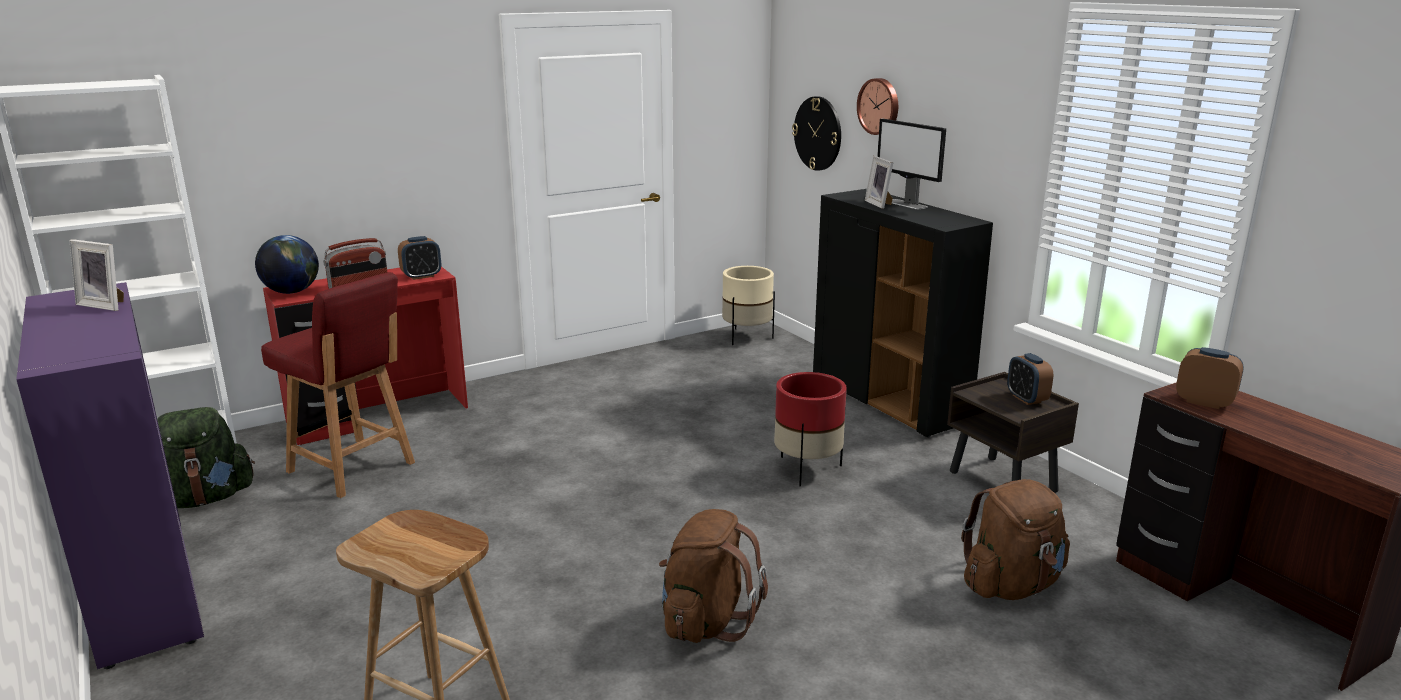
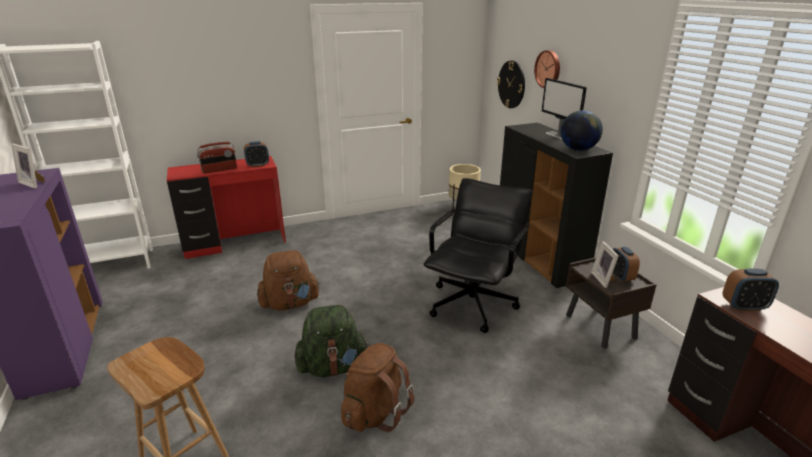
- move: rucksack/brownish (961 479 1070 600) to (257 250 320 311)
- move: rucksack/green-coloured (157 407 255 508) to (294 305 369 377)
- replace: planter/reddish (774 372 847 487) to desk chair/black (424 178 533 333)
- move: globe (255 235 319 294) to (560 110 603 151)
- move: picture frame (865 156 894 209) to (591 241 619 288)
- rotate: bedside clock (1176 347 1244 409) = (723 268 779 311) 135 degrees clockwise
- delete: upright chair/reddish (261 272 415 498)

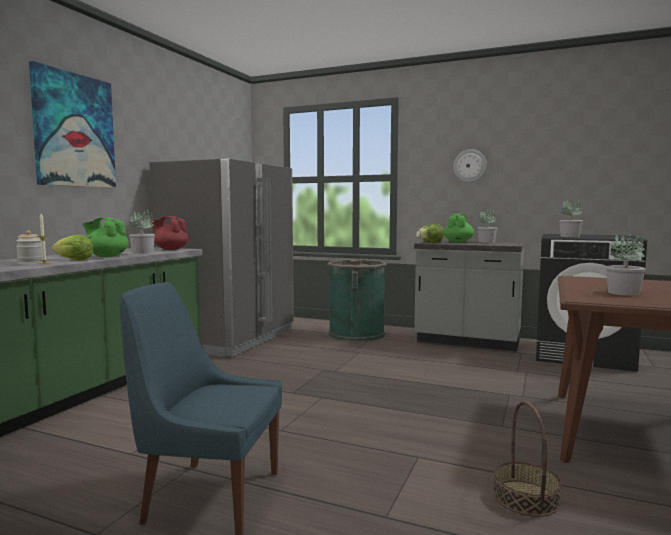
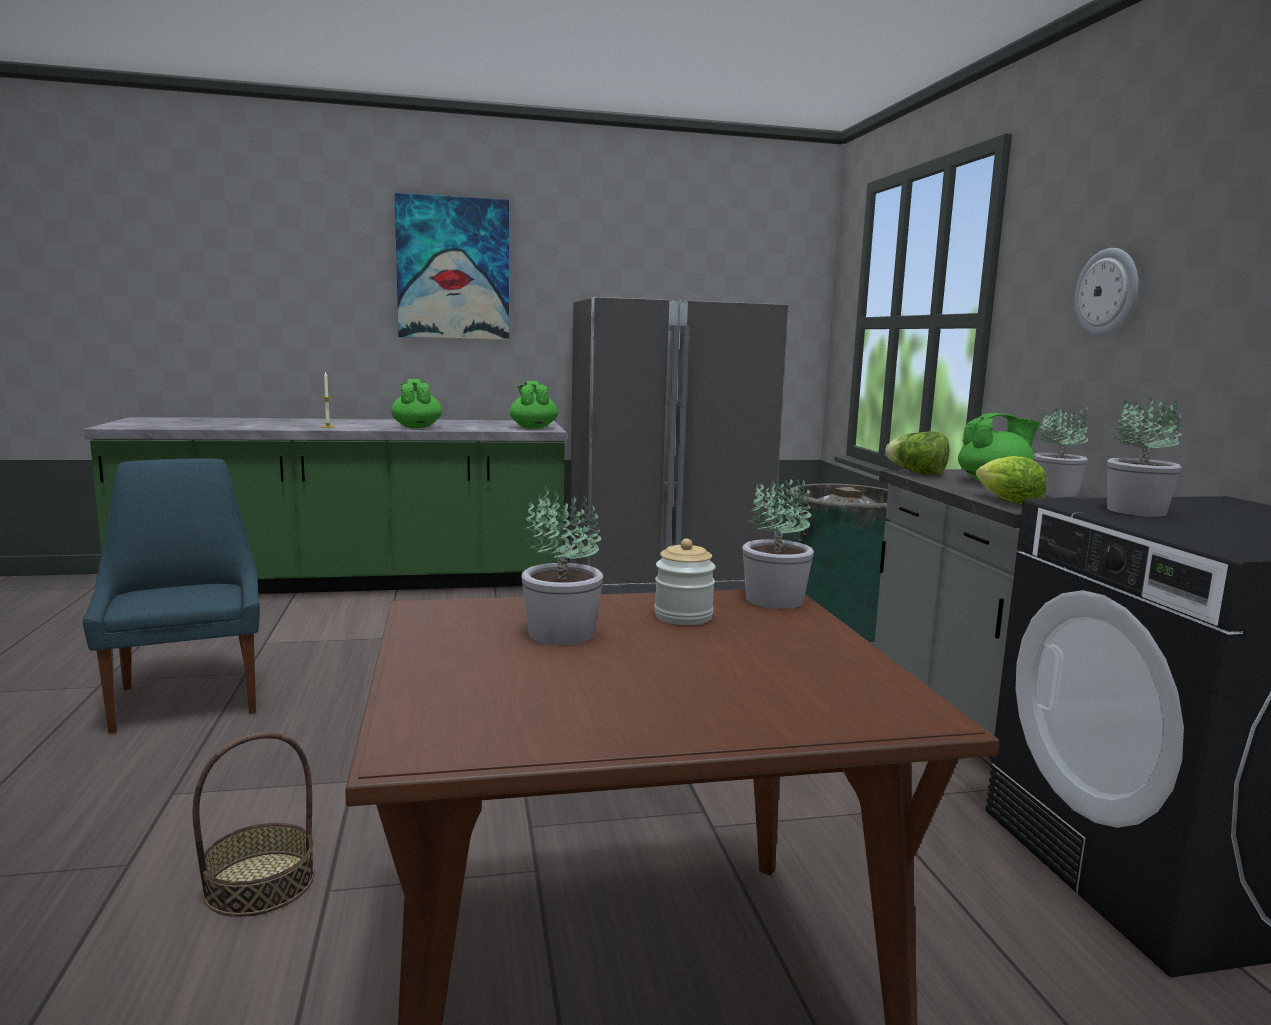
- recolor: tea pot/reddish (150 216 189 250) to tea pot/green-coloured (510 381 558 429)
- move: jar (16 231 42 262) to (654 539 716 625)
- move: plant in a pot (129 209 155 254) to (743 479 814 609)
- move: lettuce (52 235 93 260) to (976 456 1047 505)

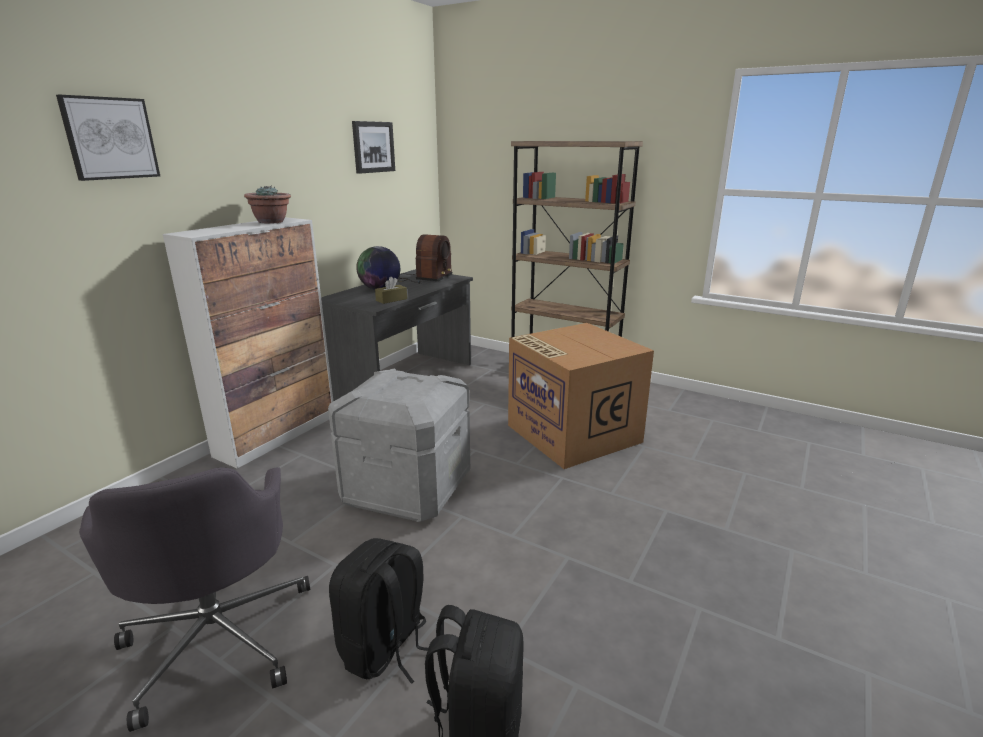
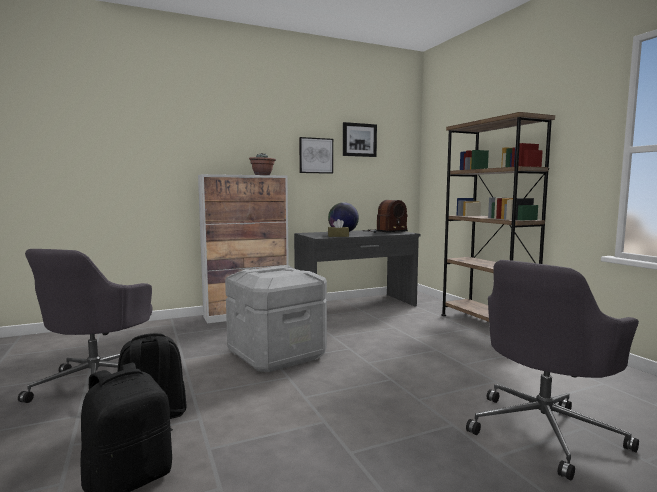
- move: picture (56 94 160 181) to (299 137 333 174)
- insert: desk chair/grey (466 260 639 480)
- delete: packing box (508 323 654 469)

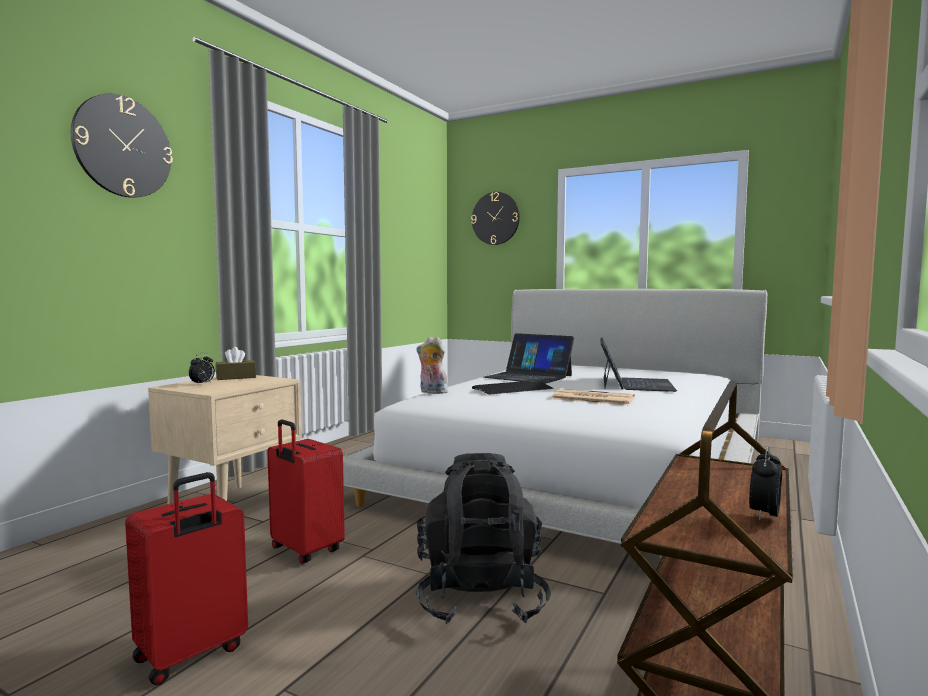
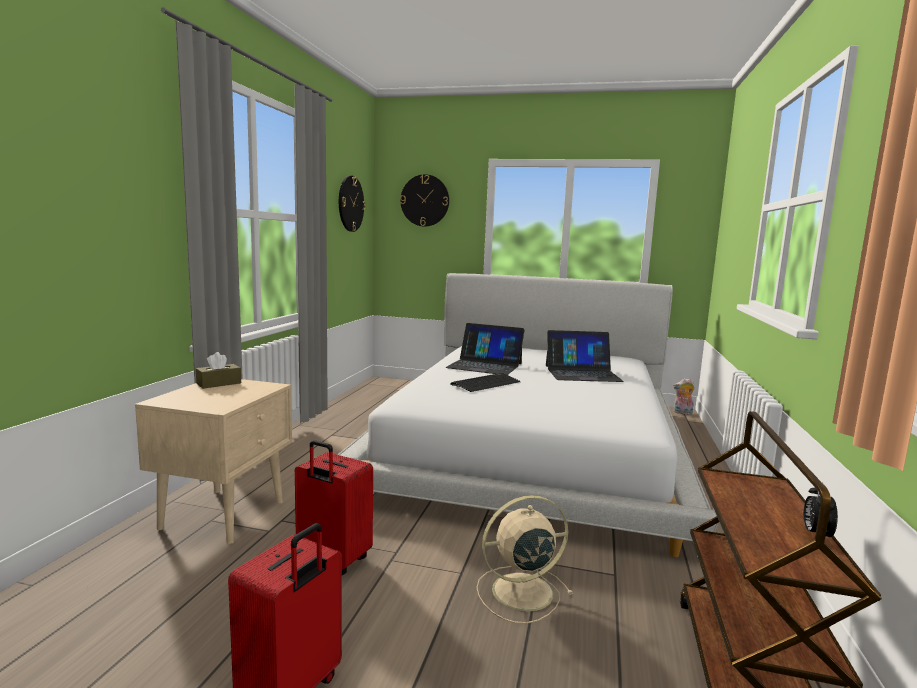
- move: wall clock (71 94 173 198) to (339 176 366 232)
- replace: rucksack/black (416 453 551 624) to cooling fan/beige-coloured (476 495 573 624)
- rotate: laptop (600 337 677 392) = (546 330 624 382) 90 degrees clockwise
- move: cuddly toy (417 337 448 394) to (673 378 695 415)
- delete: bedside clock (189 353 215 385)
- delete: printed paper (552 389 635 405)

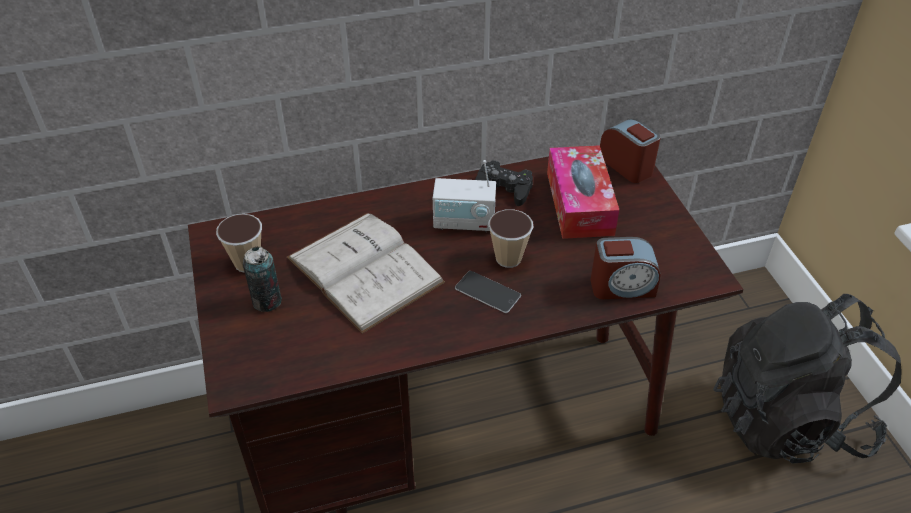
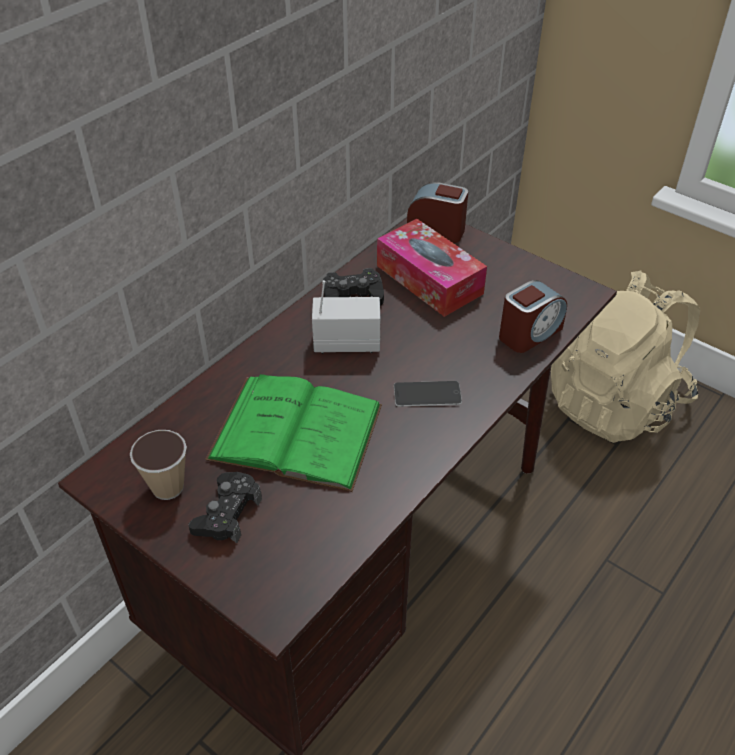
- replace: can (243 247 282 312) to joypad/black (188 472 262 543)
- recolor: book/white-coloured (287 213 445 334) to book/green-coloured (205 374 382 492)
- rotate: radio (433 160 496 232) = (312 280 380 354) 150 degrees counterclockwise
- recolor: rucksack/black (713 294 902 464) to rucksack/beige-coloured (551 270 701 443)
- delete: cup (488 209 533 268)

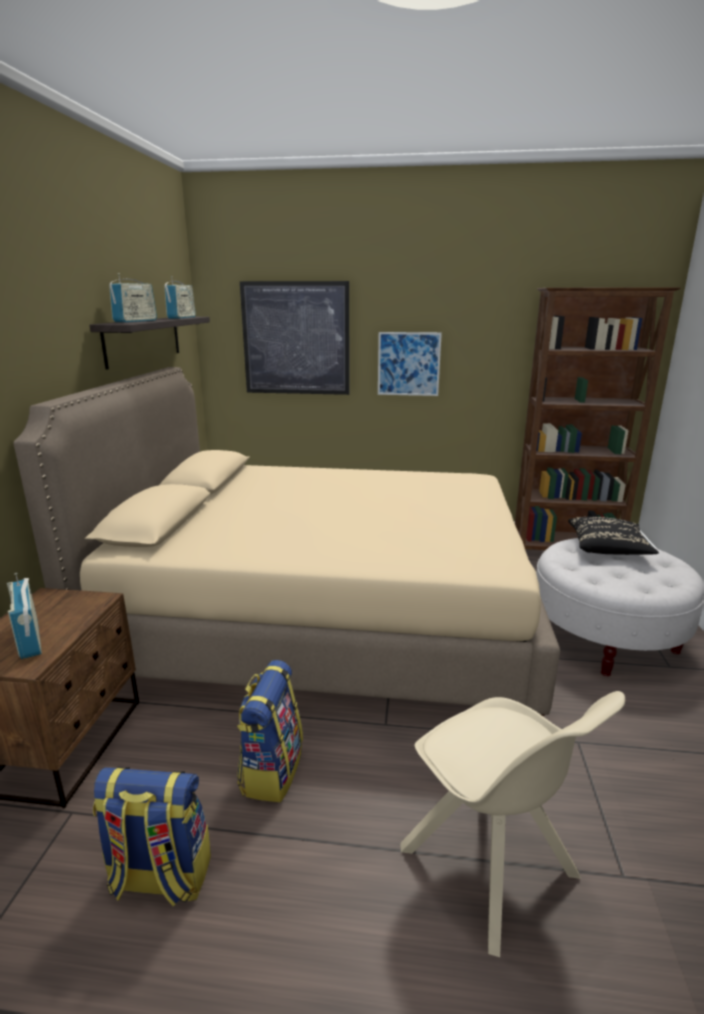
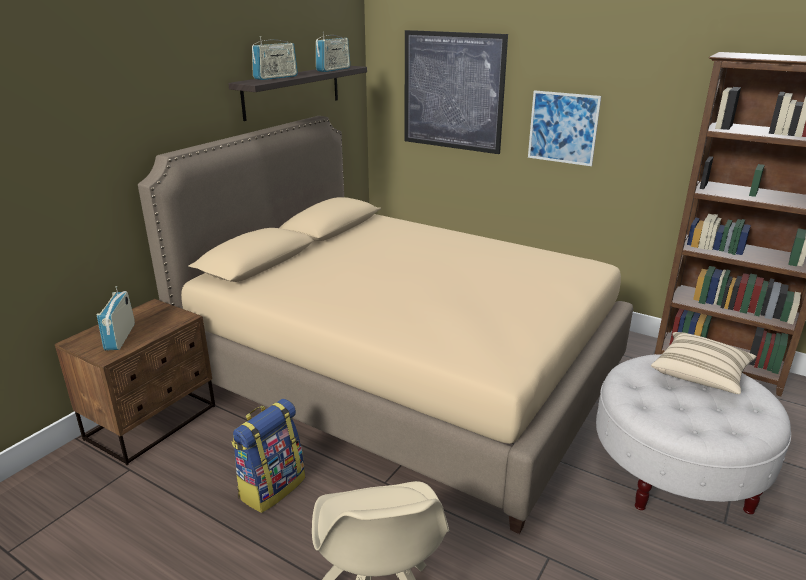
- recolor: pillow/black (568 517 659 555) to pillow/beige-coloured (651 332 756 394)
- delete: rucksack (93 767 211 906)

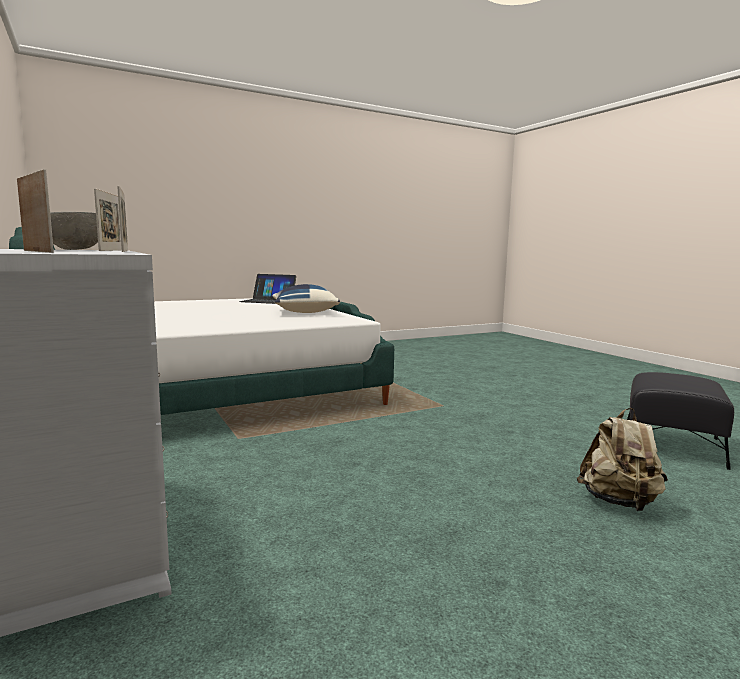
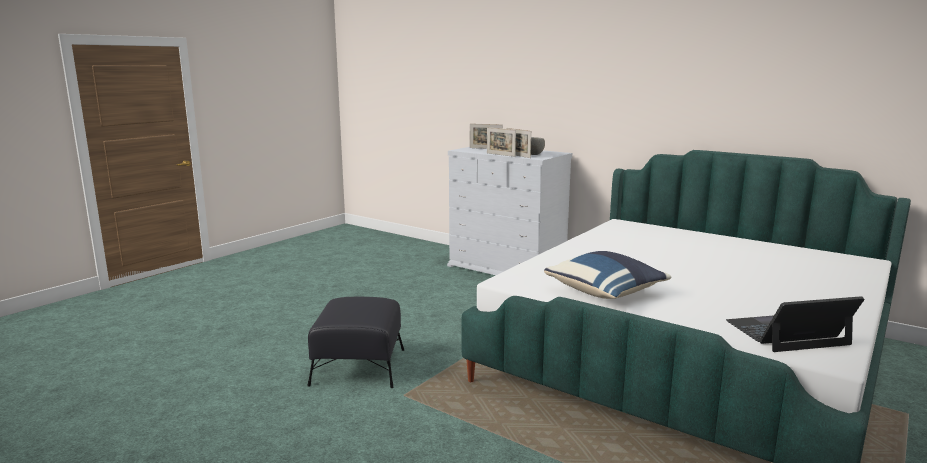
- move: pouffe/black (627 372 734 470) to (307 297 404 388)
- delete: rucksack/beige-coloured (577 408 668 511)

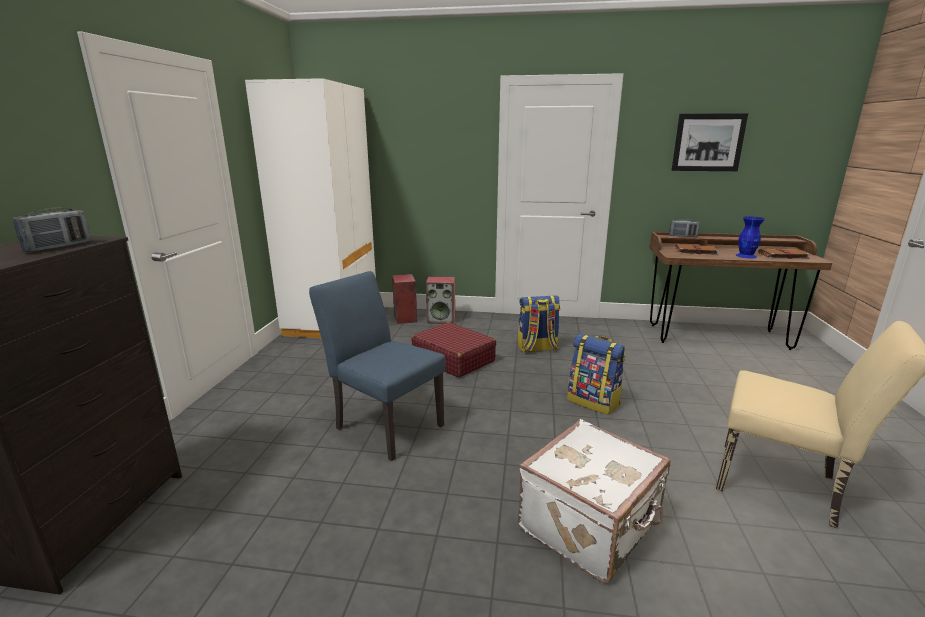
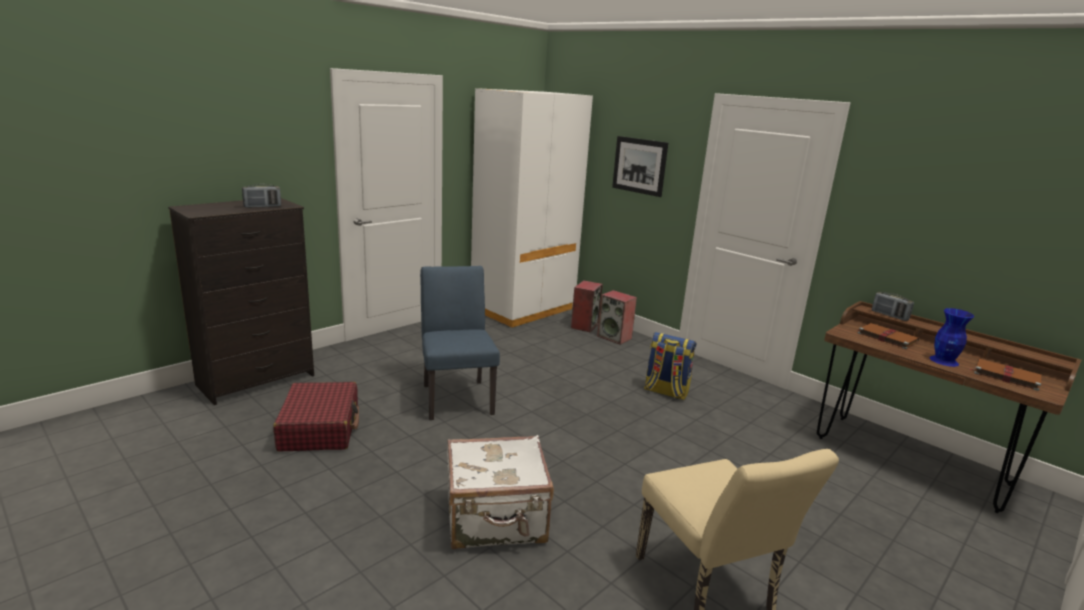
- move: piece of luggage/reddish (412 322 496 378) to (273 382 359 452)
- move: picture (672 113 748 171) to (612 136 668 197)
- delete: rucksack (567 334 625 415)

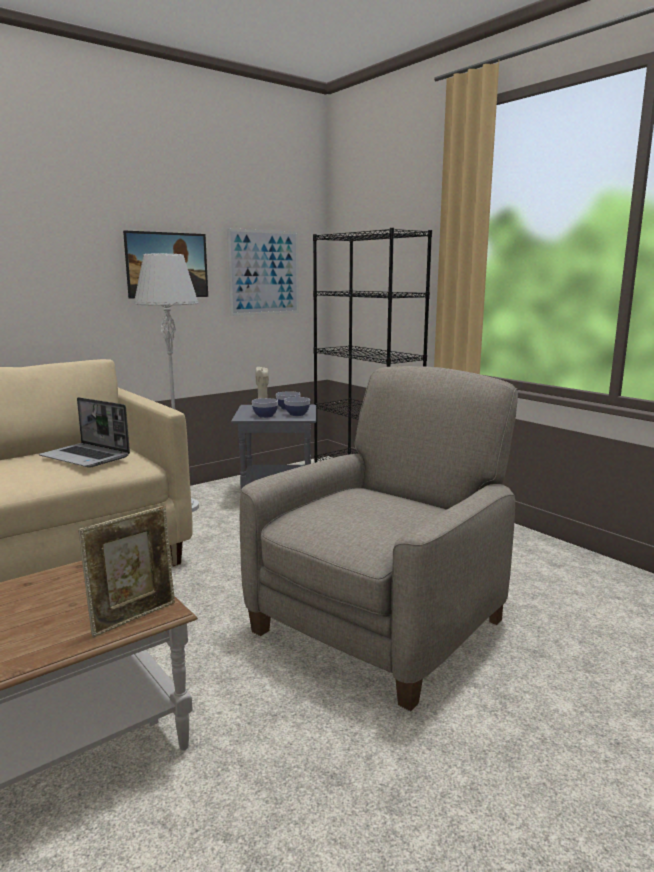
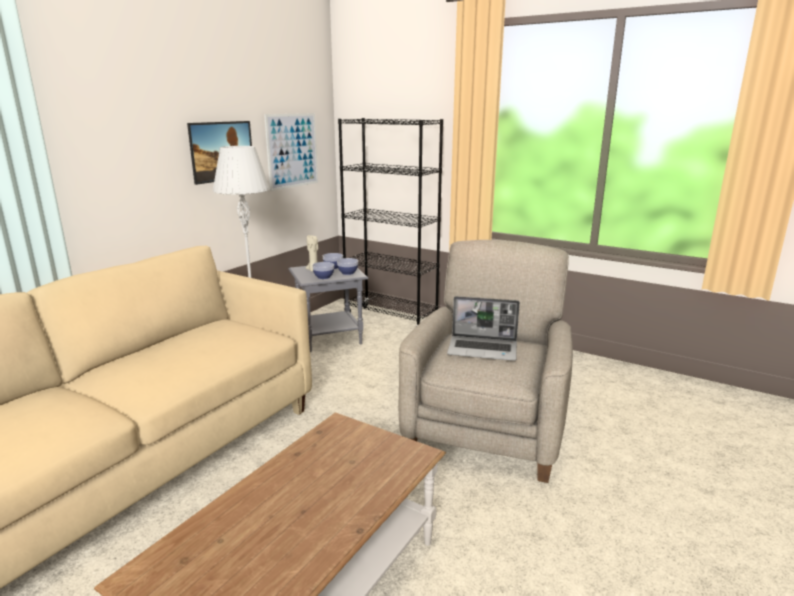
- move: laptop (39 397 130 468) to (447 296 520 361)
- delete: picture frame (78 506 175 637)

